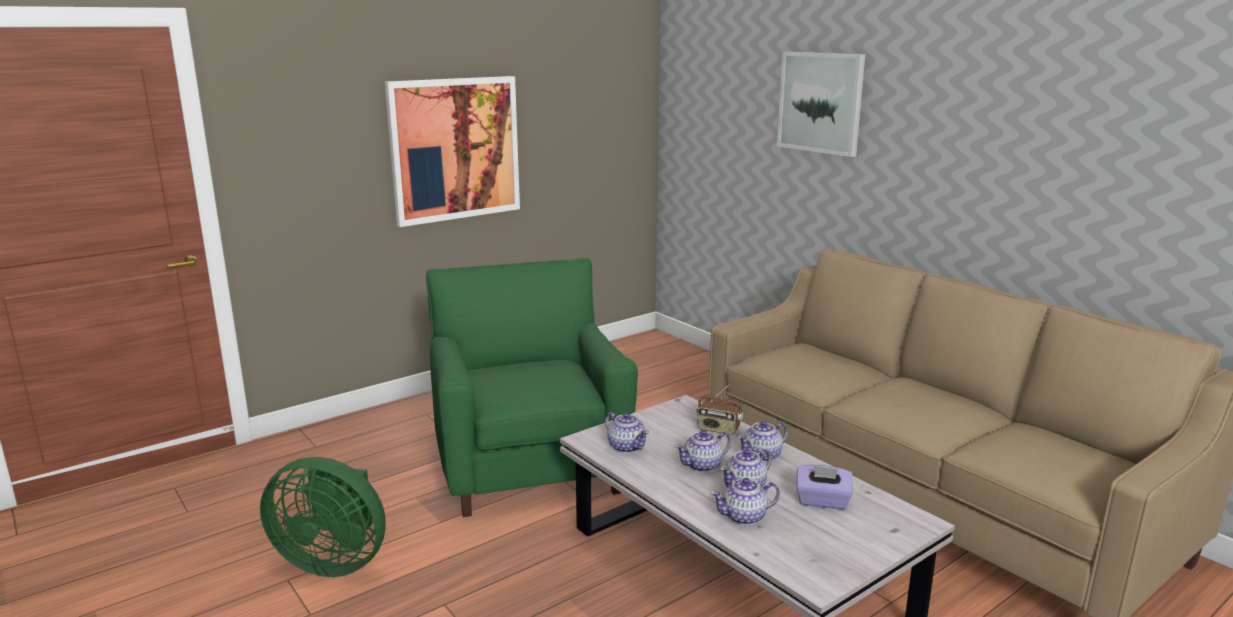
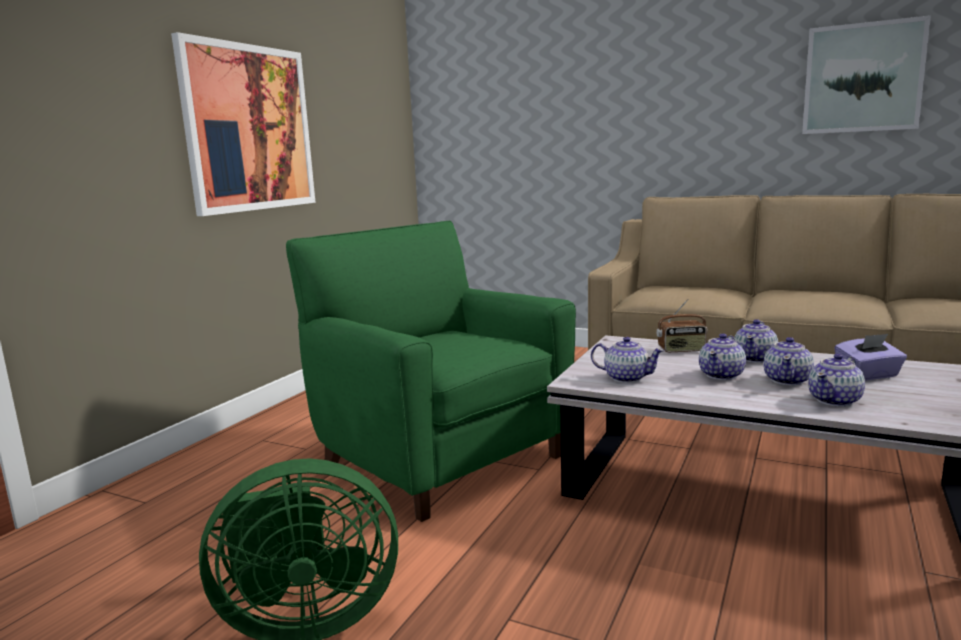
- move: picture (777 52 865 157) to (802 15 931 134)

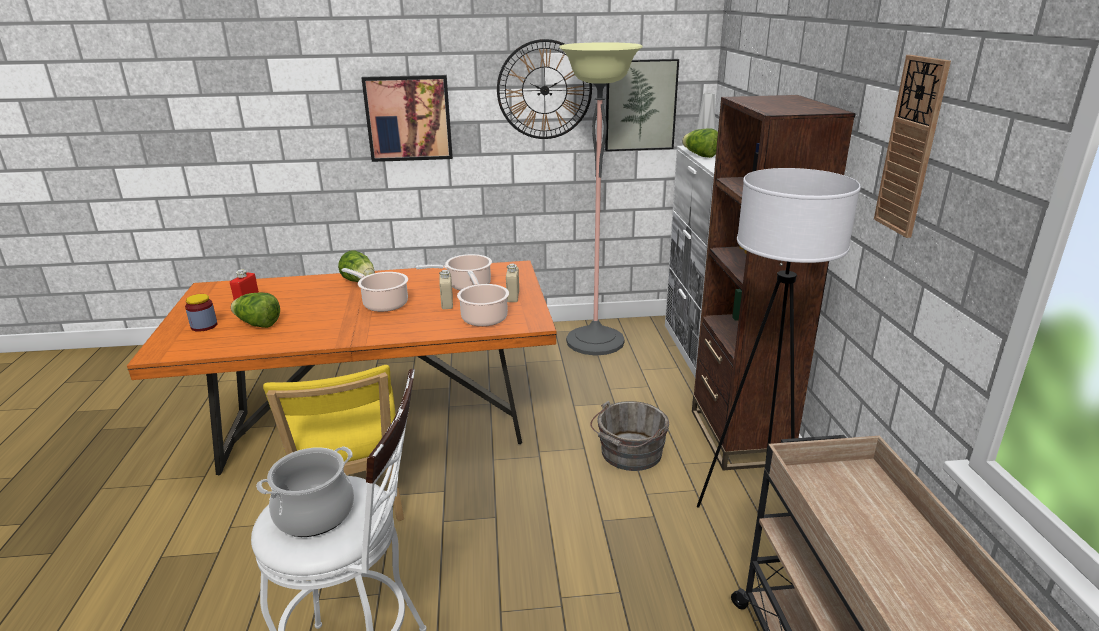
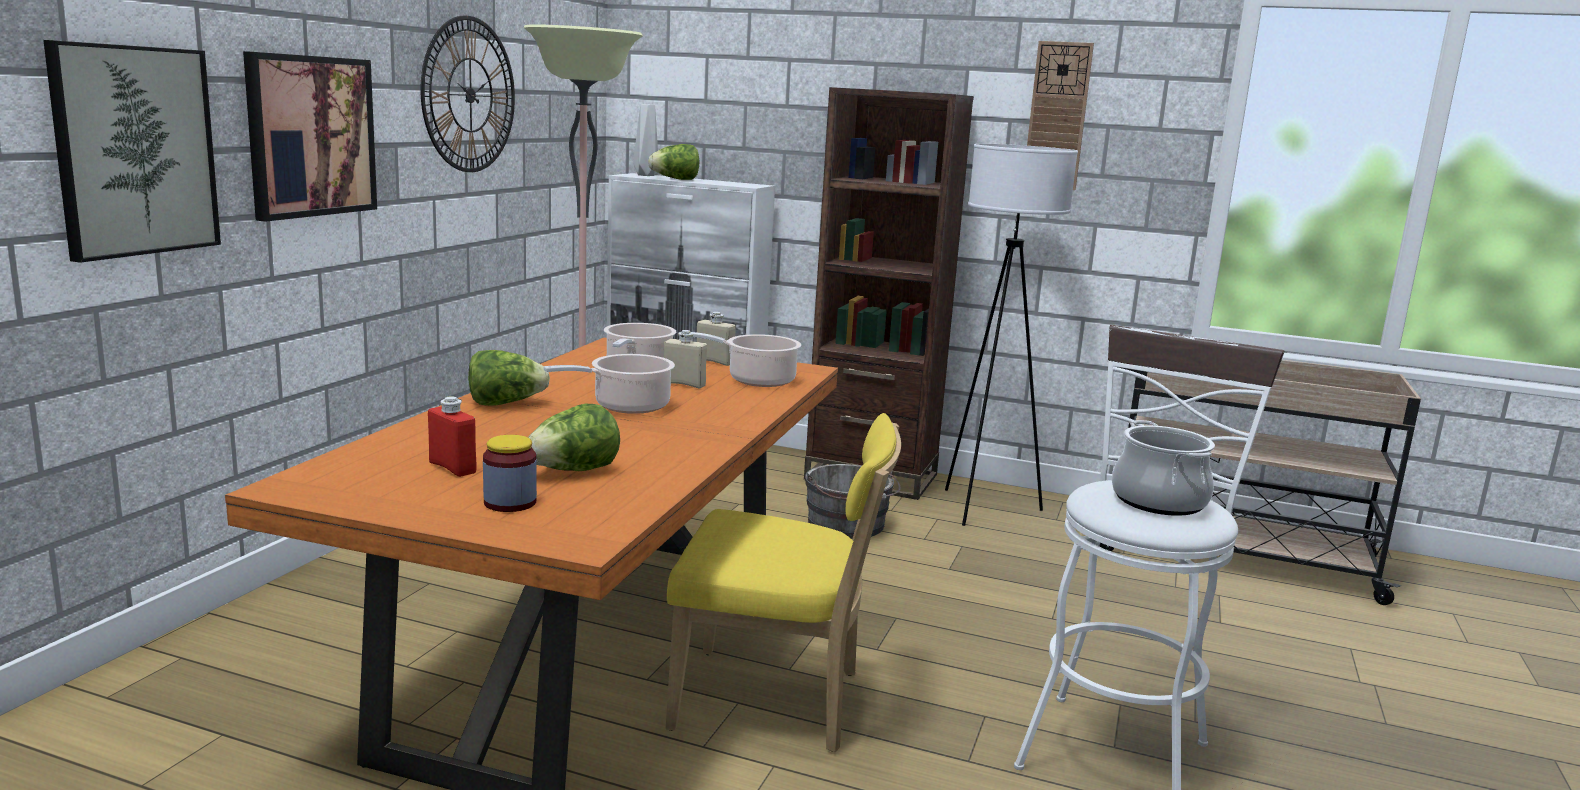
- move: picture (605 59 679 151) to (43 40 221 263)

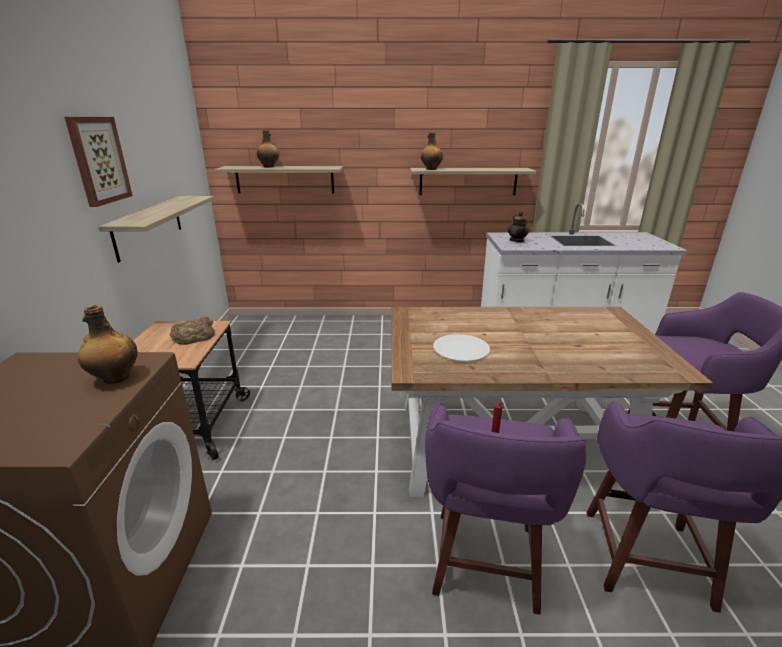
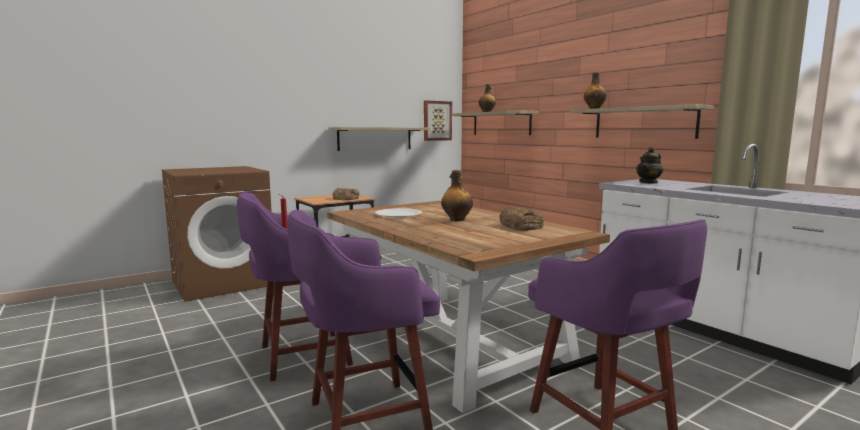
- move: picture (65 117 133 207) to (424 100 452 141)
- move: drink bottle (78 305 138 384) to (441 170 473 221)
- insert: baked bread (499 207 544 231)

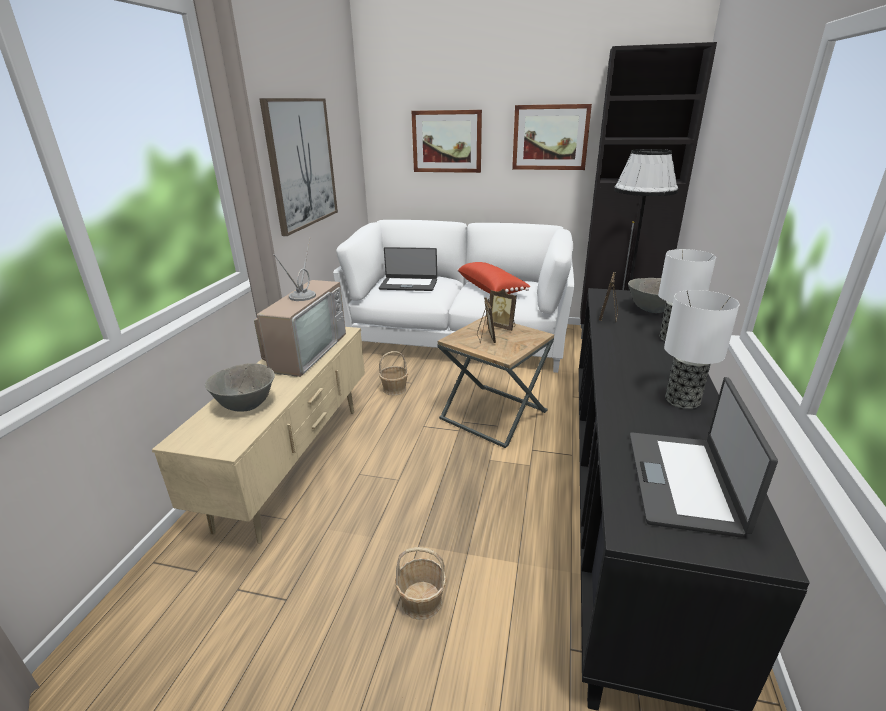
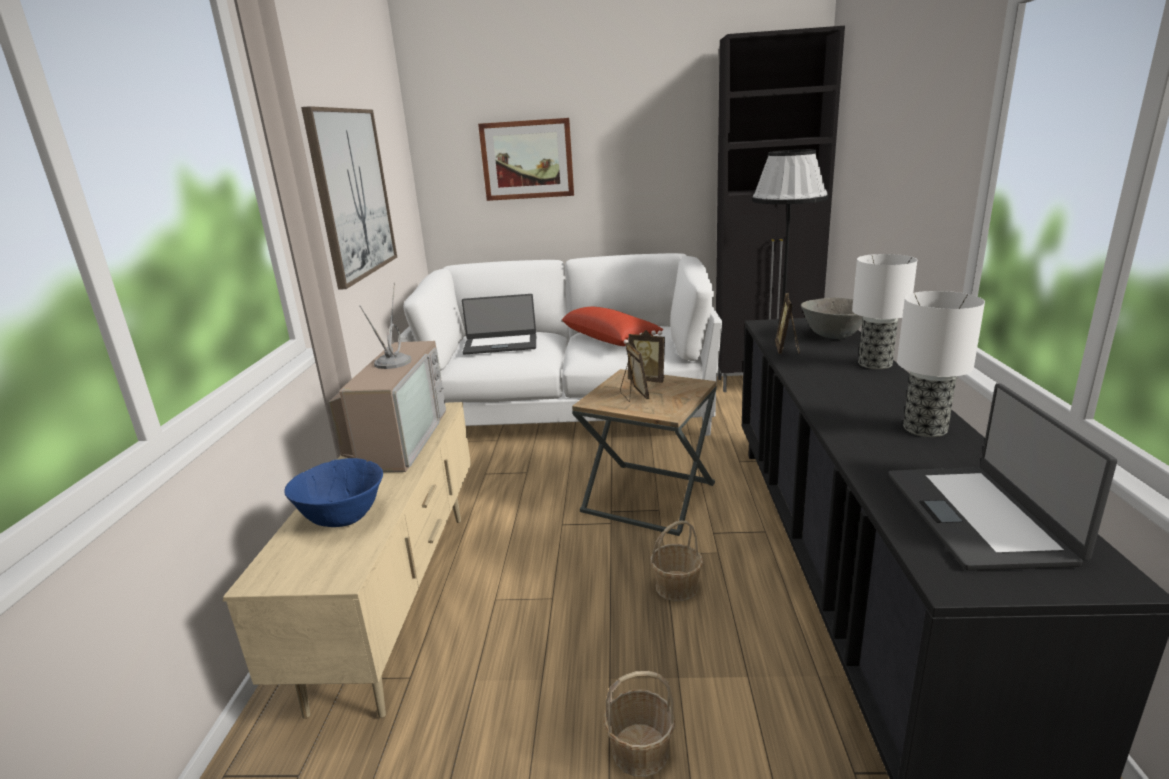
- recolor: serving bowl/grey (205 363 275 412) to serving bowl/blue (284 458 383 527)
- move: basket (379 351 408 396) to (650 521 703 601)
- delete: picture (512 104 592 170)

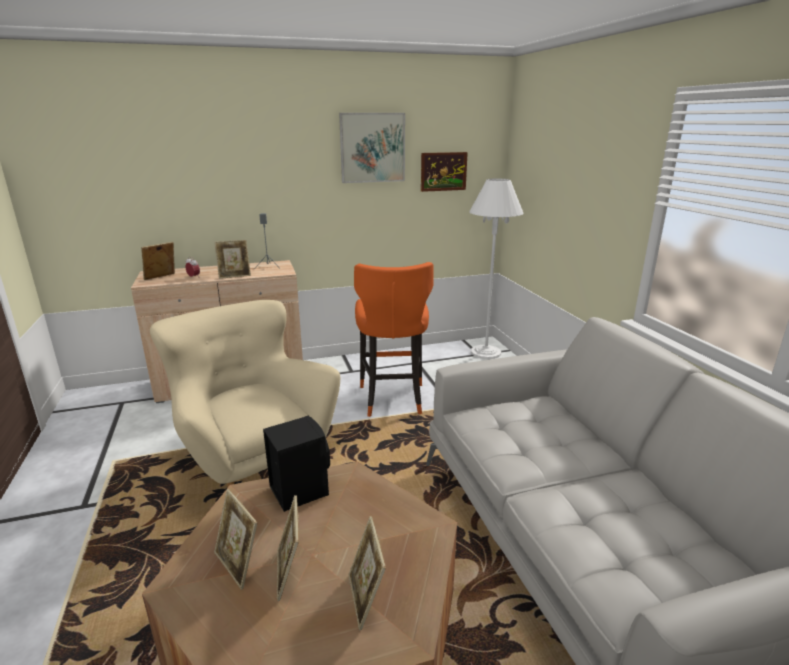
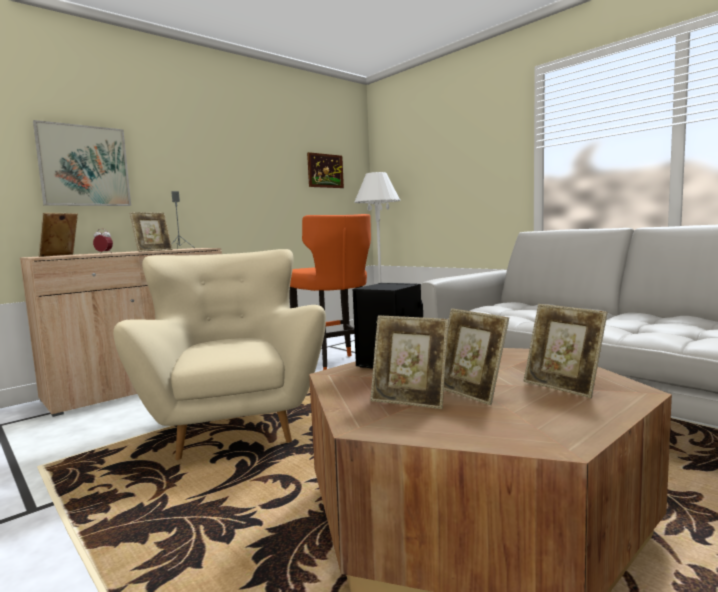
- move: picture (339 113 405 183) to (33 120 131 206)
- rotate: easy chair/beige-coloured (150 300 340 488) = (113 249 326 460) 45 degrees clockwise

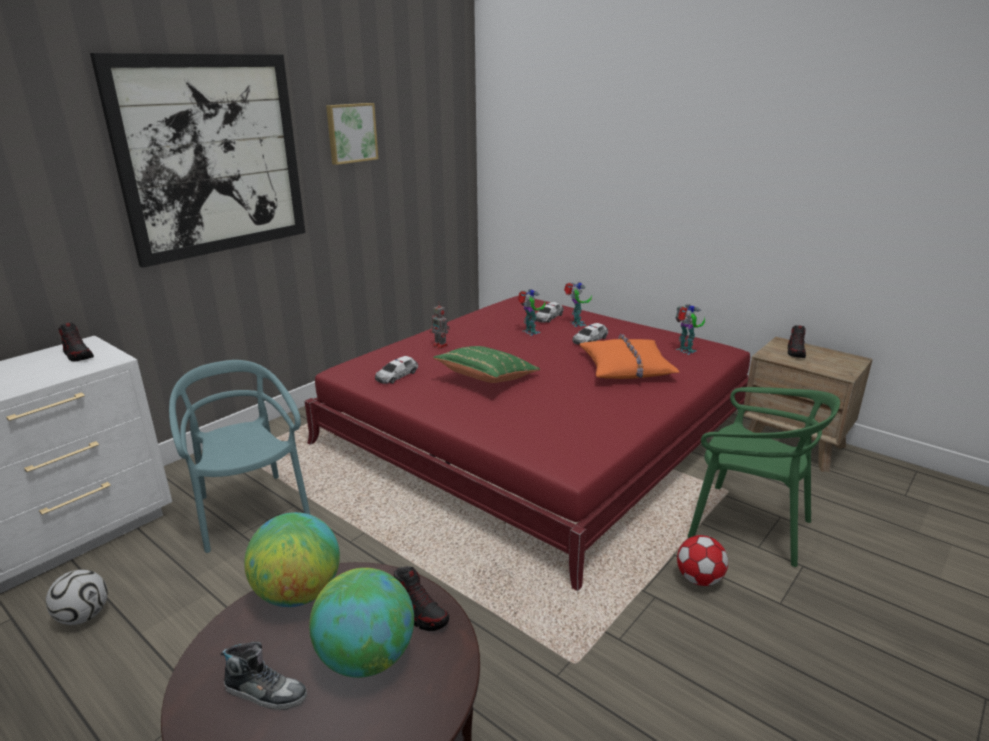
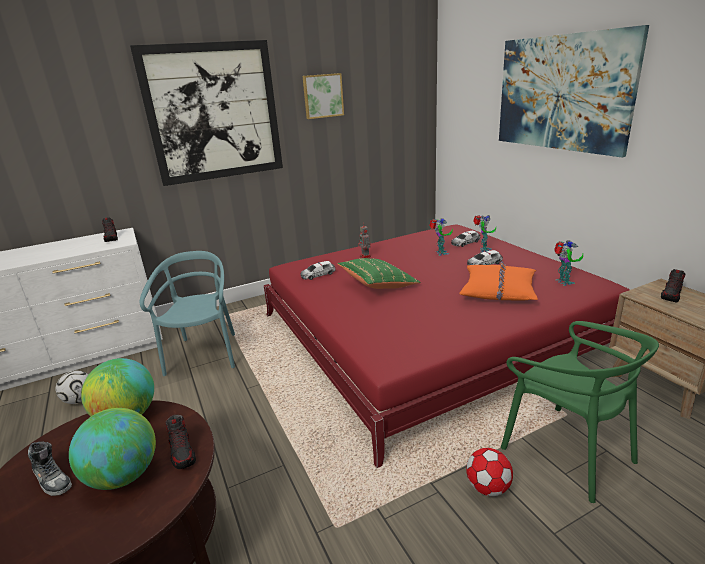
- insert: picture (499 25 649 157)

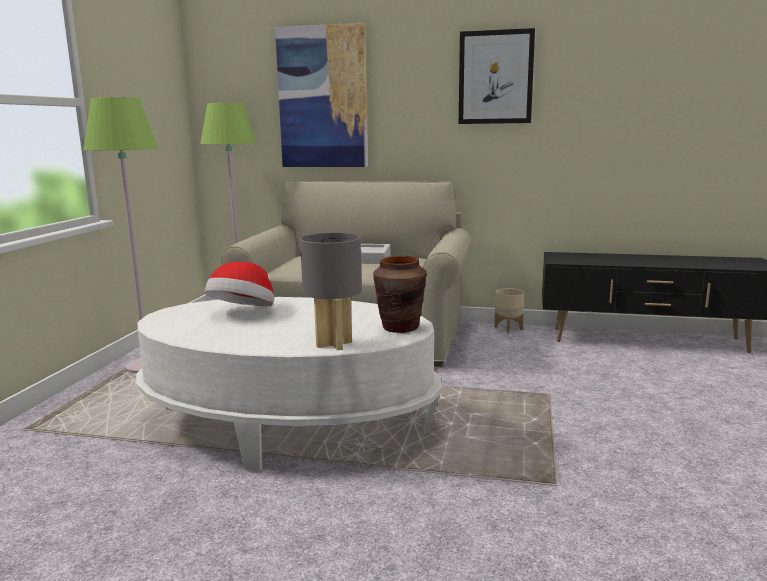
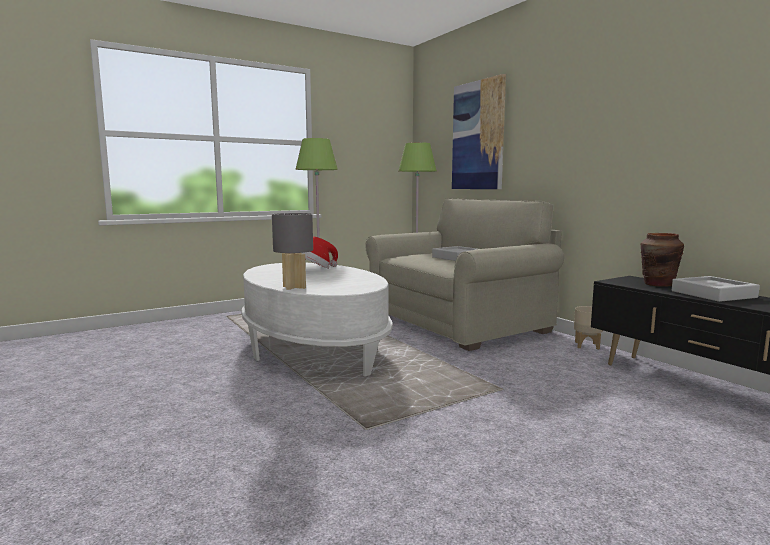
- move: flower vase/brownish (373 256 427 333) to (641 233 684 287)
- insert: serving tray/grey (672 276 760 302)
- delete: picture (459 28 535 124)

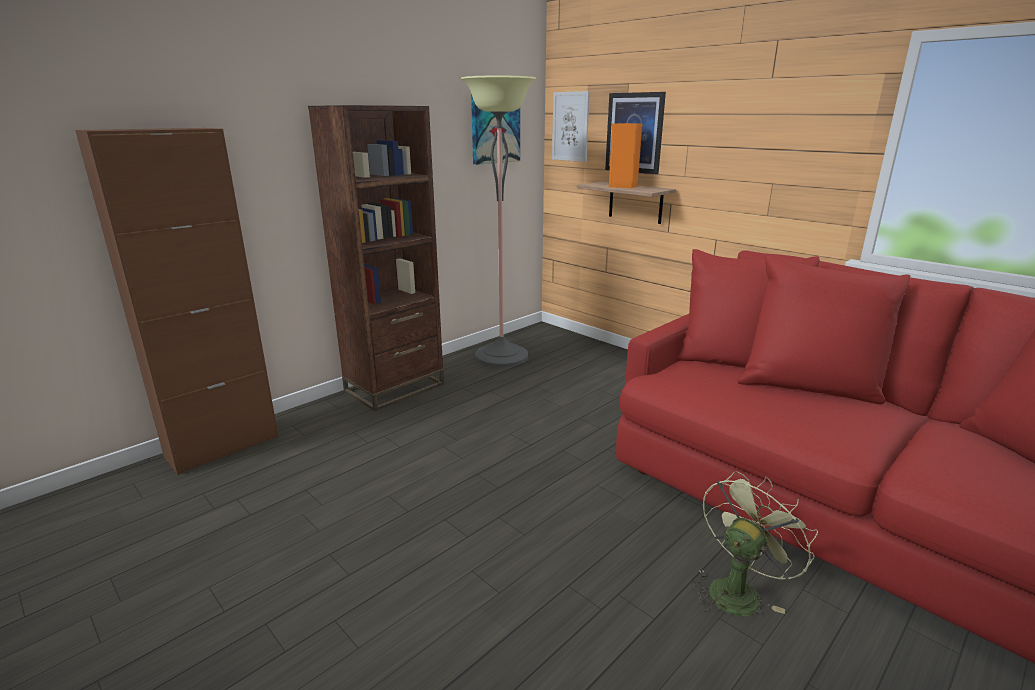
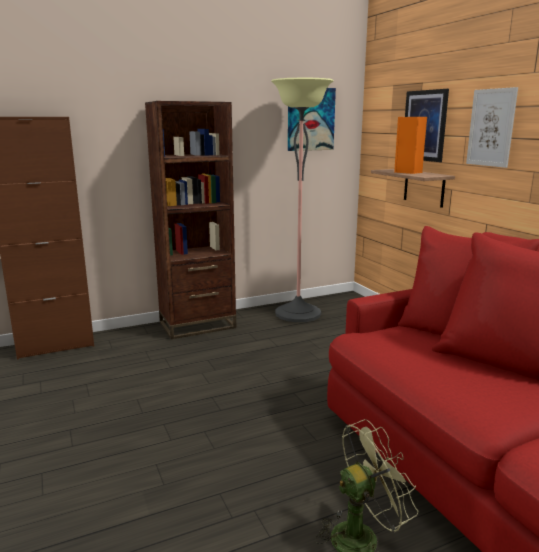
- move: picture (552 91 590 162) to (466 87 518 168)

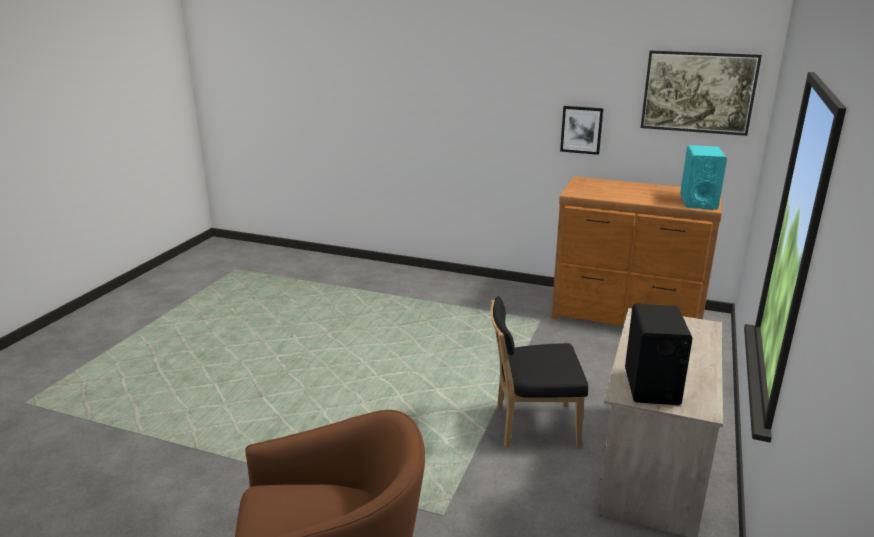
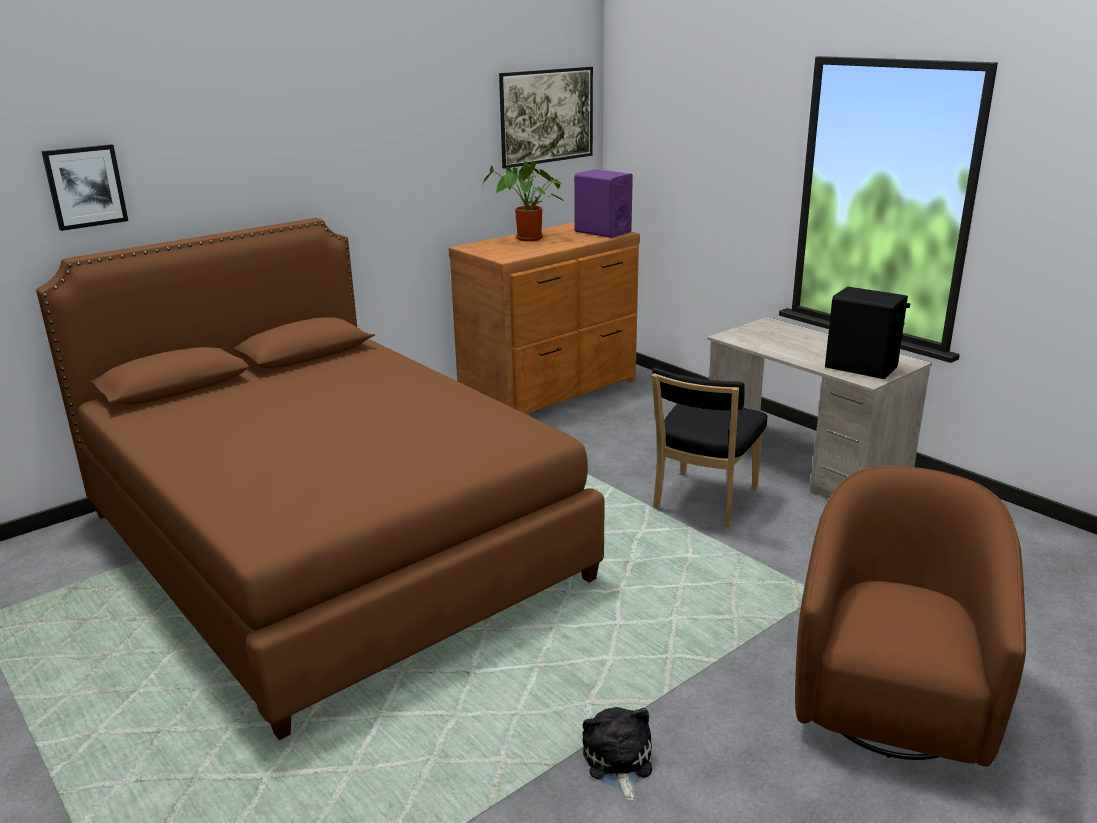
- insert: bedroom bed/brownish (36 218 605 740)
- move: picture (560 106 604 155) to (41 144 128 231)
- insert: plant in a pot (483 161 564 241)
- recolor: audio speaker/turquoise (680 145 727 210) to audio speaker/purple-coloured (574 169 633 238)
- insert: cuddly toy (582 707 652 801)

